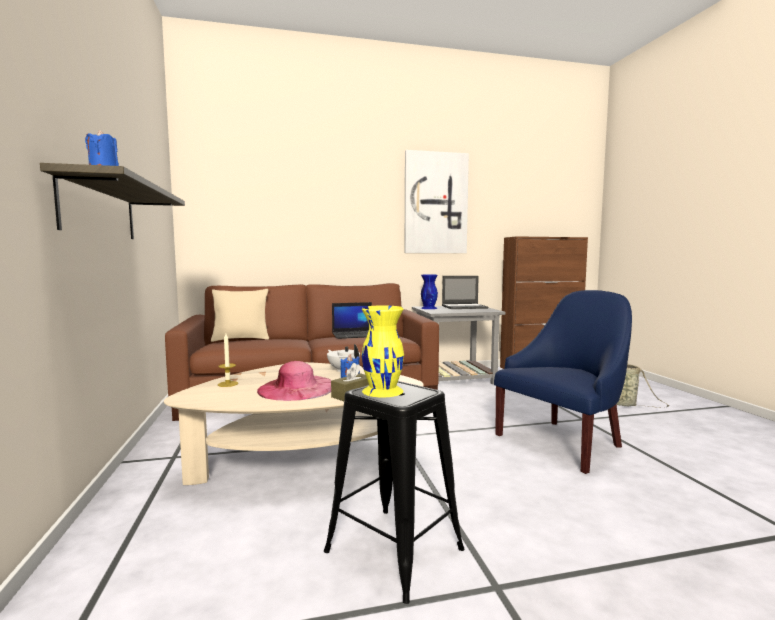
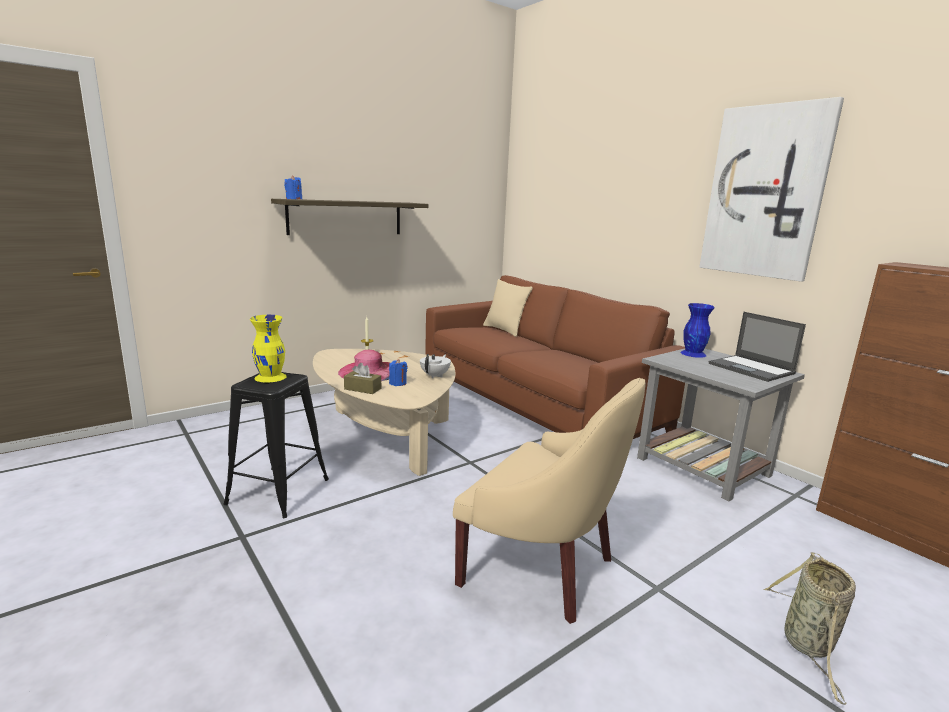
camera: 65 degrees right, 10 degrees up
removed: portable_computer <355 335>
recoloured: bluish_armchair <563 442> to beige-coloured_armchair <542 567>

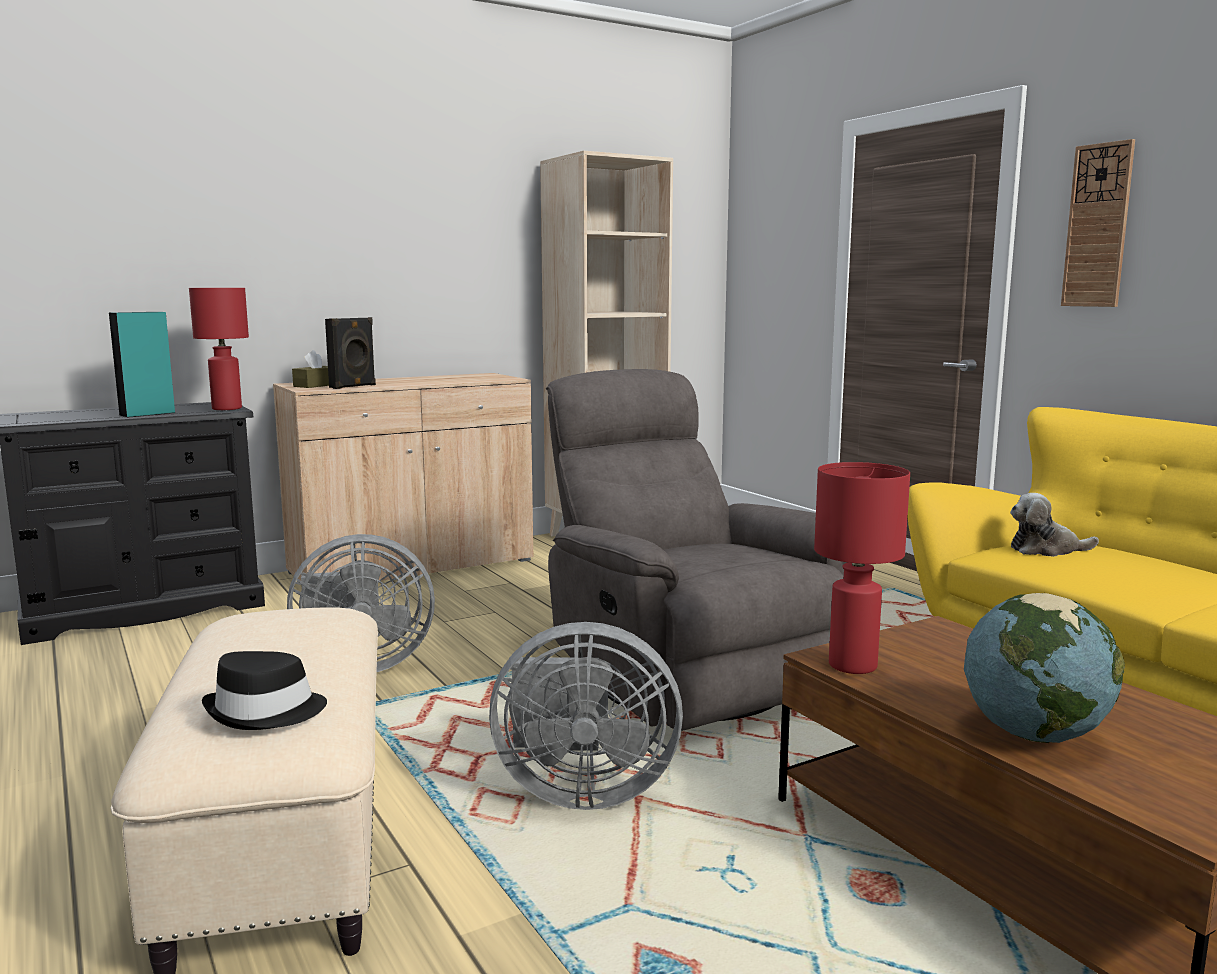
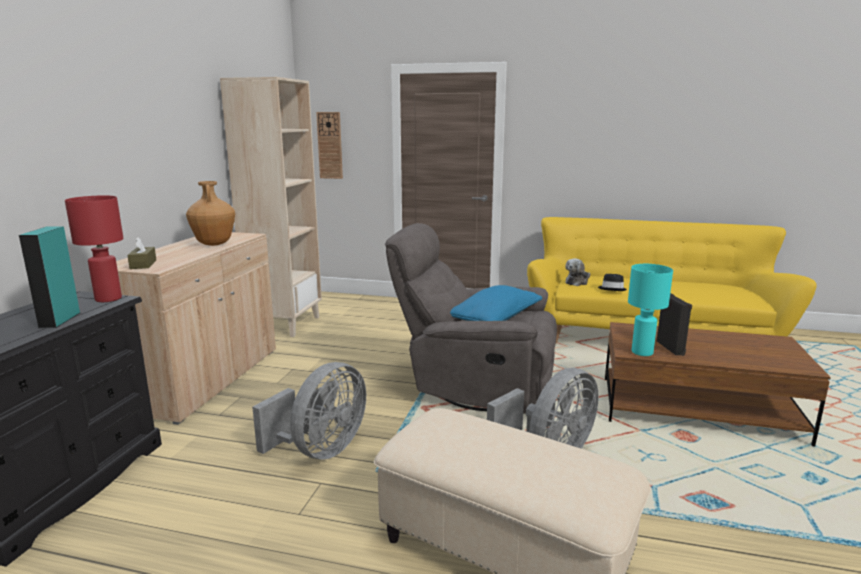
camera: 45 degrees left, 5 degrees up
removed: globe <1034 734>
added: brown_vase <214 244>; bluish_cushion <494 319>
moved: blackish_hat <265 712> to <612 289>; blackish_loudspeaker <353 386> to <671 348>; clock_on_the_wall <1098 226> to <330 145>
recoloured: red-coloured_lamp_for_a_table <851 666> to turquoise_lamp_for_a_table <642 352>

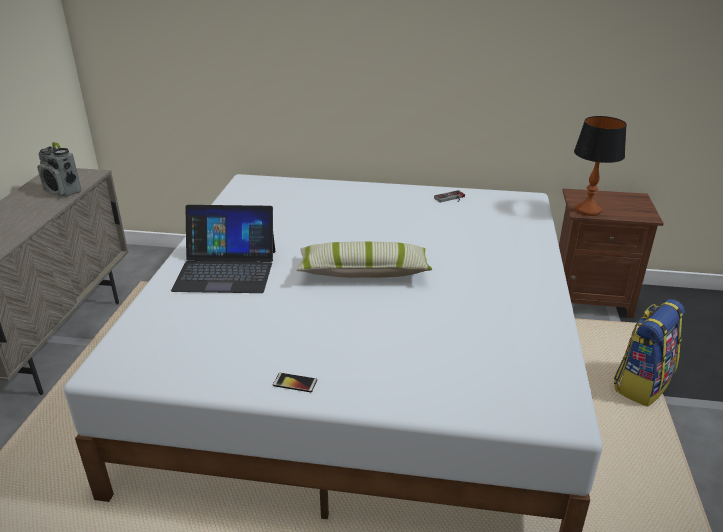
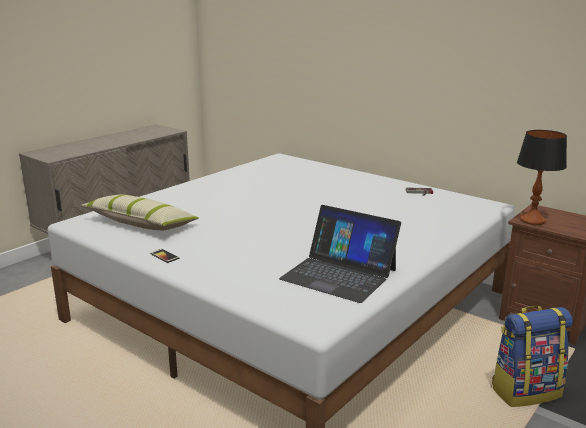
camera: 30 degrees right, 10 degrees down
removed: radio <63 191>
moved: portable_computer <226 270> to <339 274>; cushion <363 272> to <141 224>

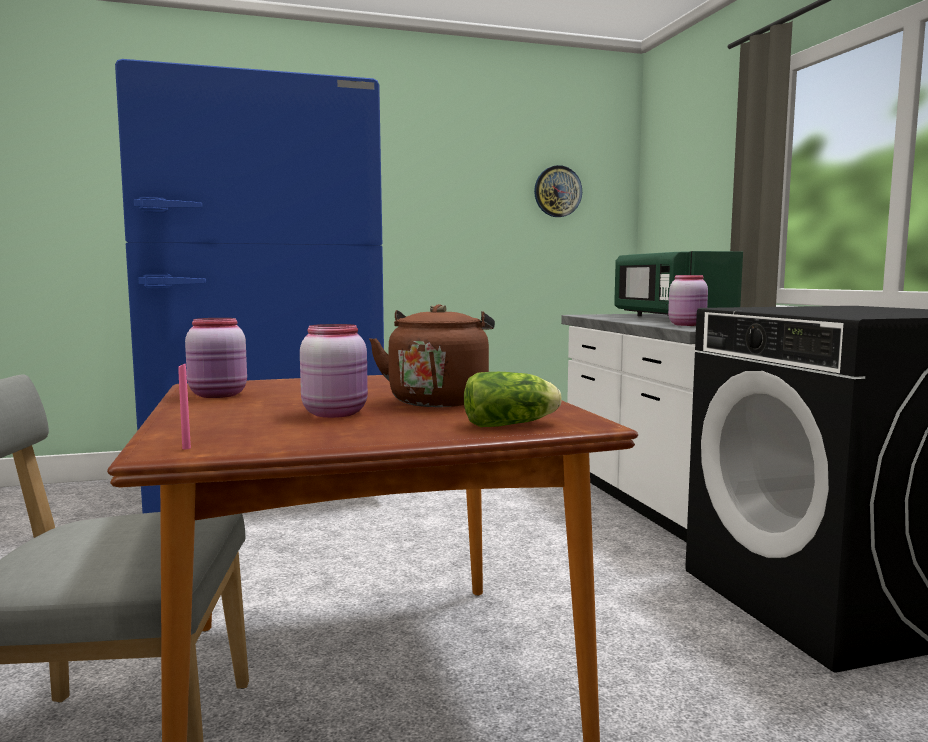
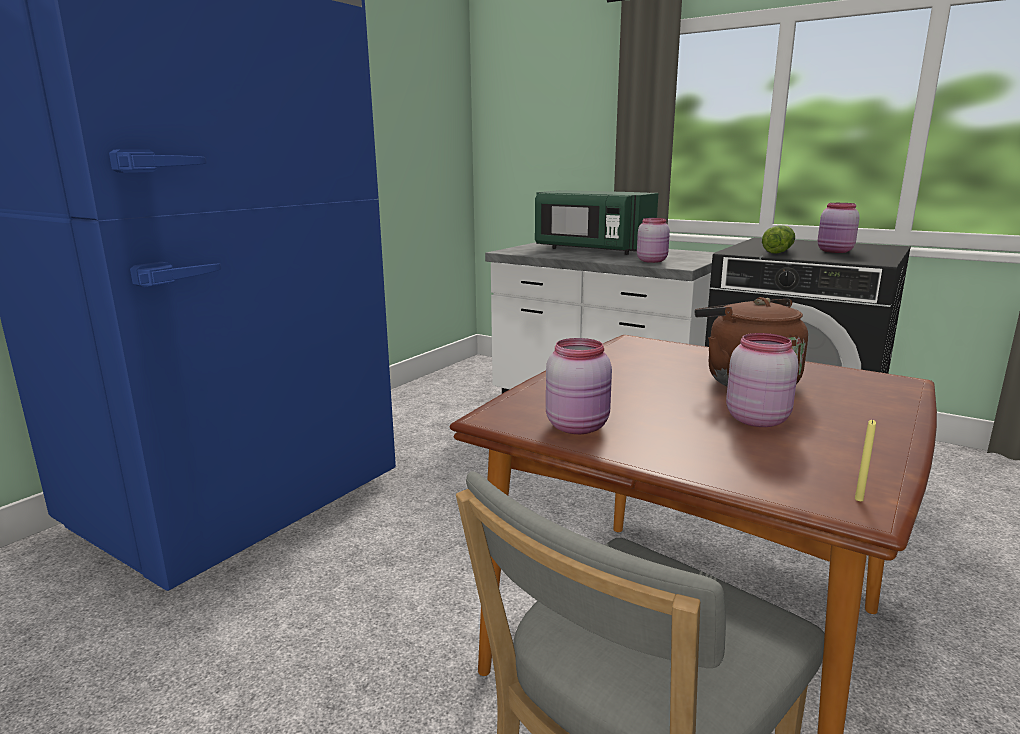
camera: 40 degrees left, 10 degrees up
removed: clock_on_the_wall <557 191>
added: pink_preserve_jar <835 251>
moved: lettuce_head <513 424> to <779 251>
recoloured: pink_candle <186 448> to yellow-coloured_candle <859 499>

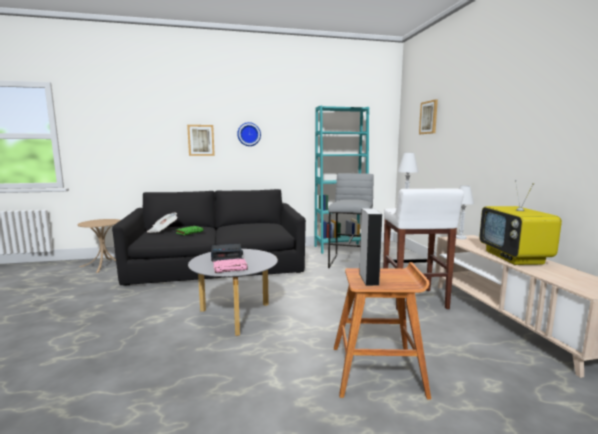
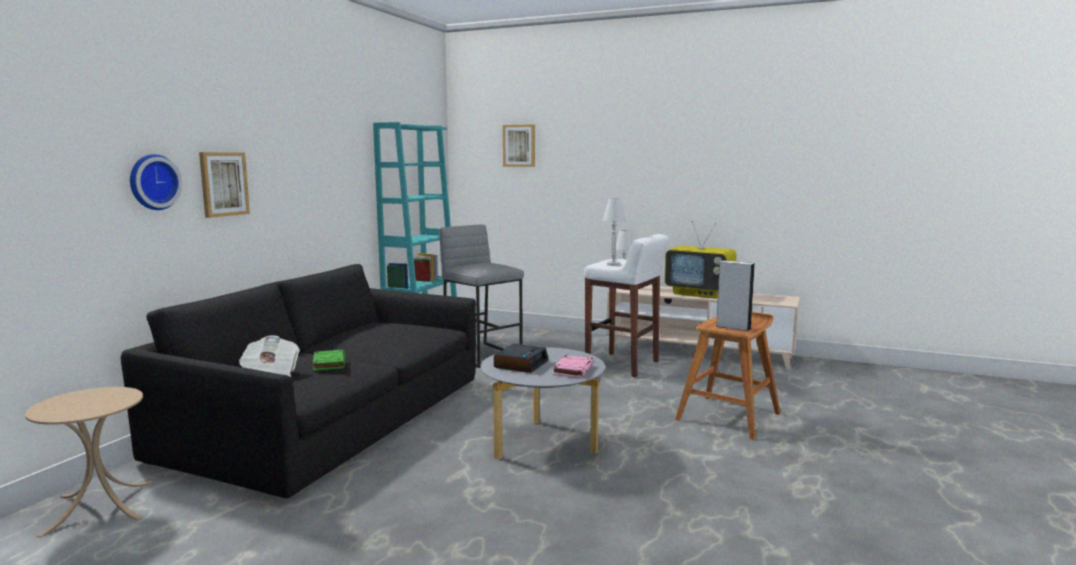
camera: 55 degrees left, 0 degrees up
moved: clock_on_the_wall <249 134> to <152 182>

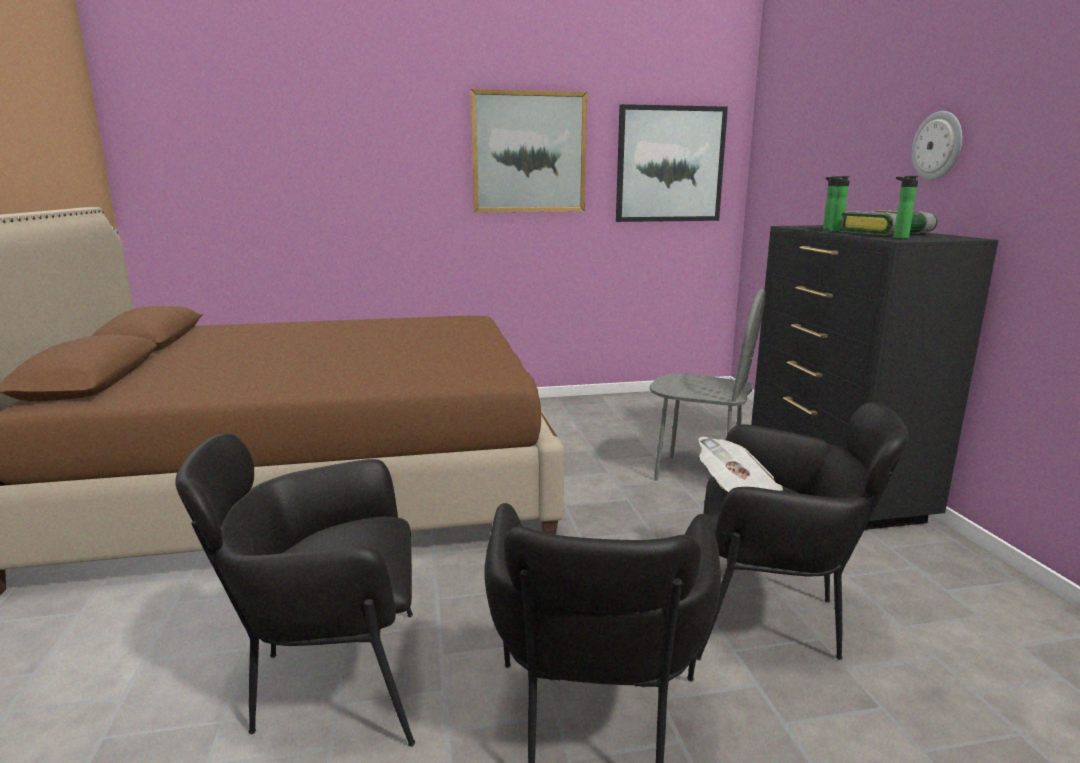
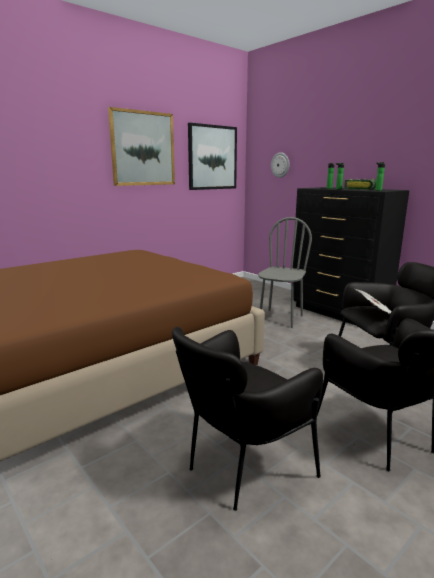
camera: 30 degrees left, 0 degrees up
moved: clock_on_the_wall <938 146> to <280 165>
turned: greyish_upright_chair <697 474> = <280 319> 60 degrees counterclockwise

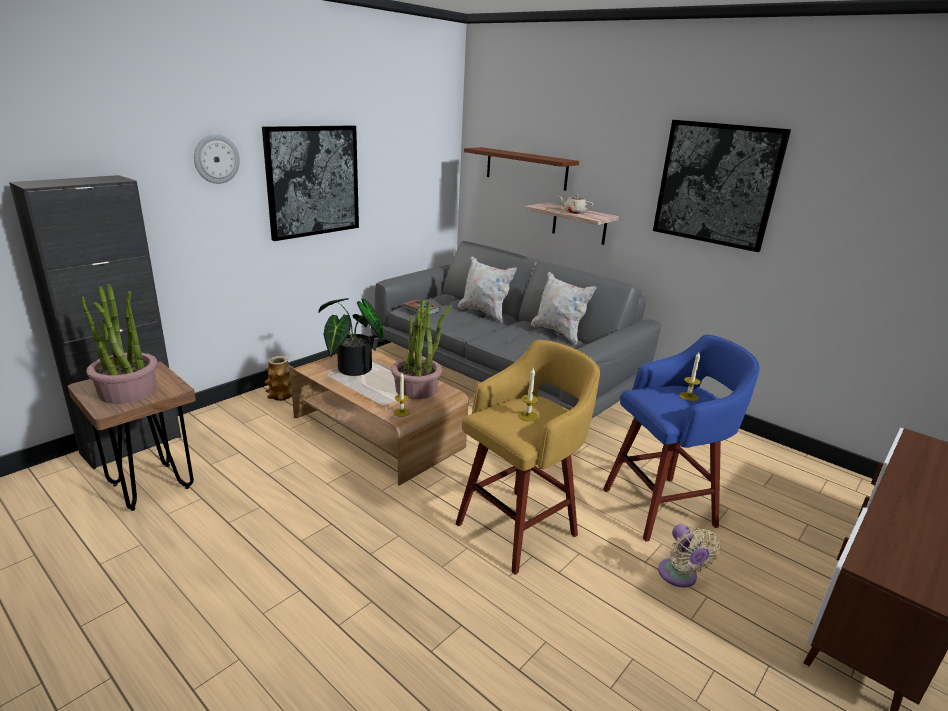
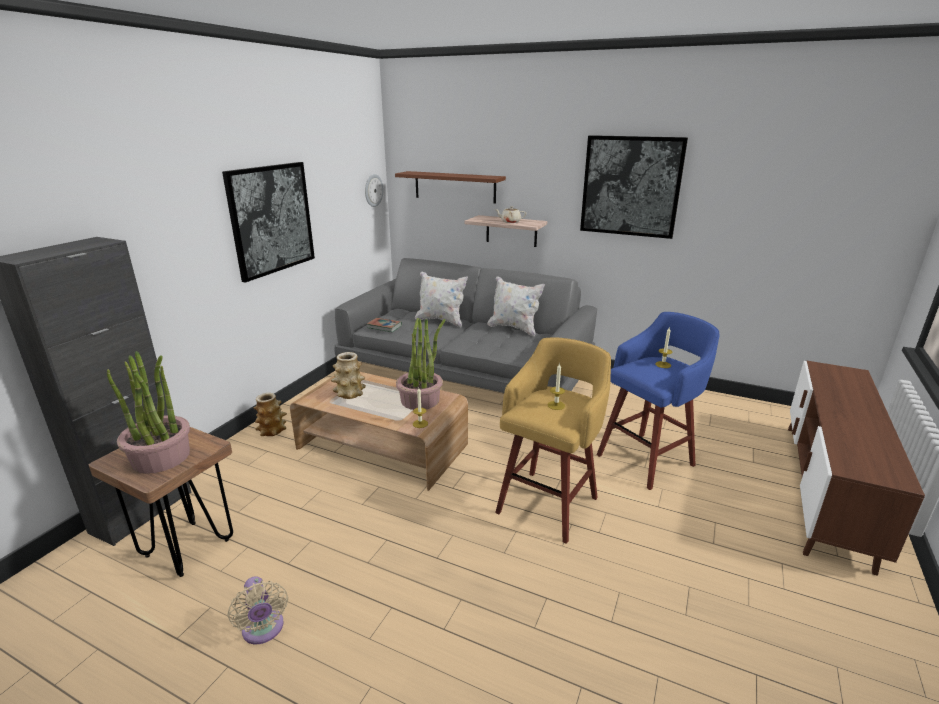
camera: 15 degrees left, 0 degrees up
moved: clock_on_the_wall <216 159> to <373 190>; beige-coloured_fan <679 576> to <263 630>
replaced: potted_plant <351 370> to vase <349 394>

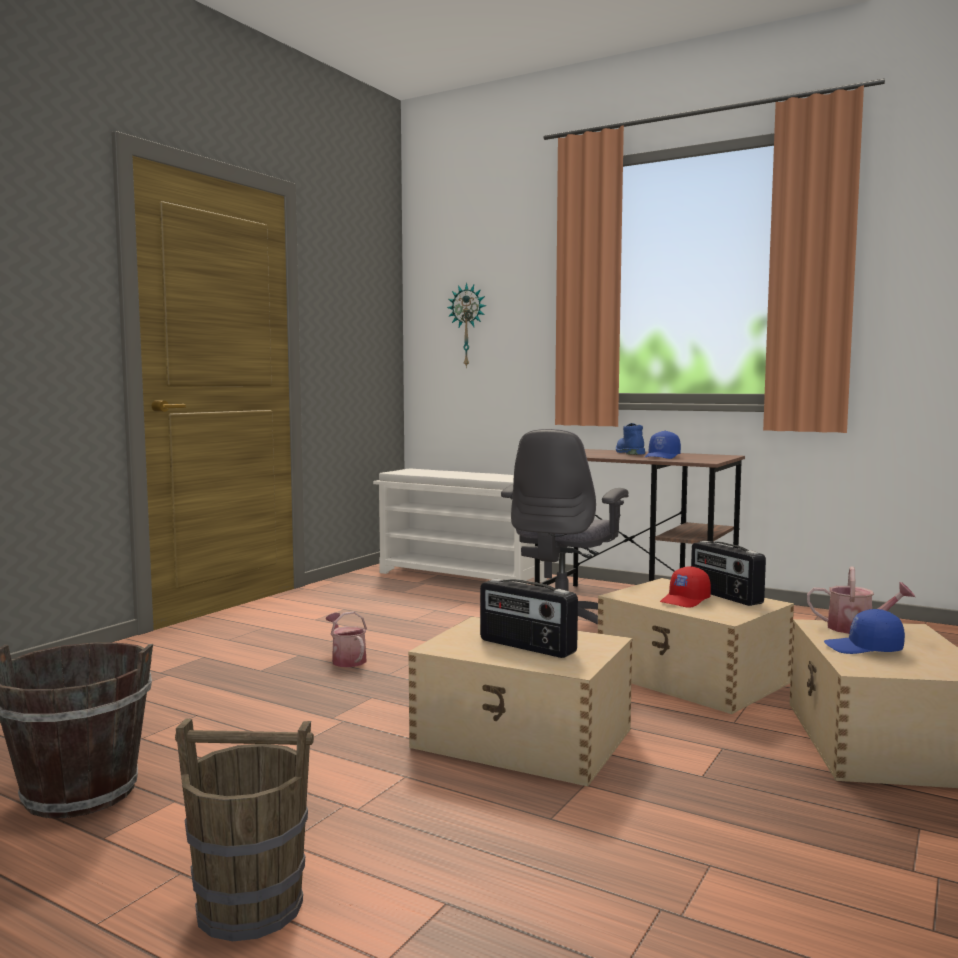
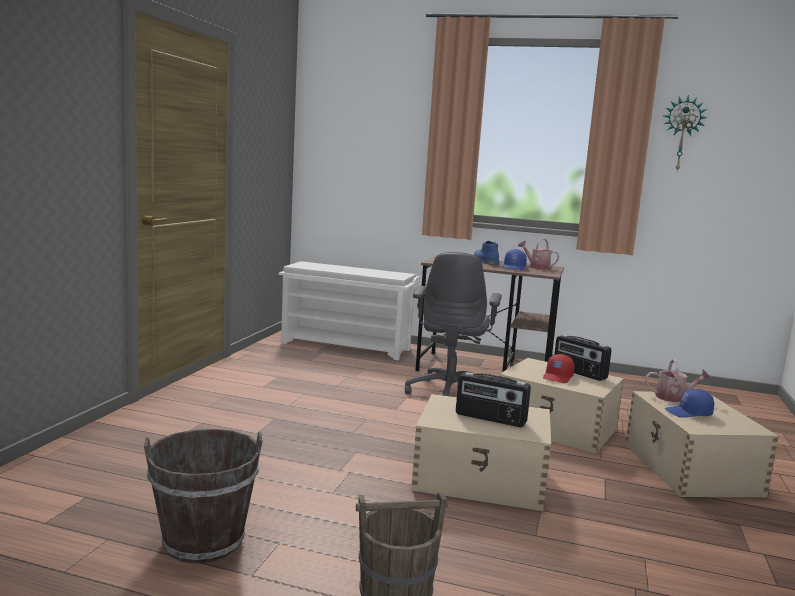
camera: 15 degrees left, 5 degrees up
moved: watering_can <346 659> to <537 267>; clock_on_the_wall <468 325> to <682 134>

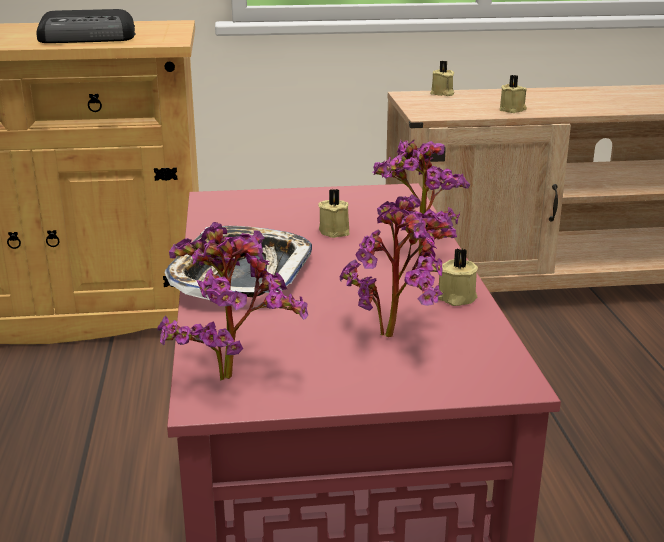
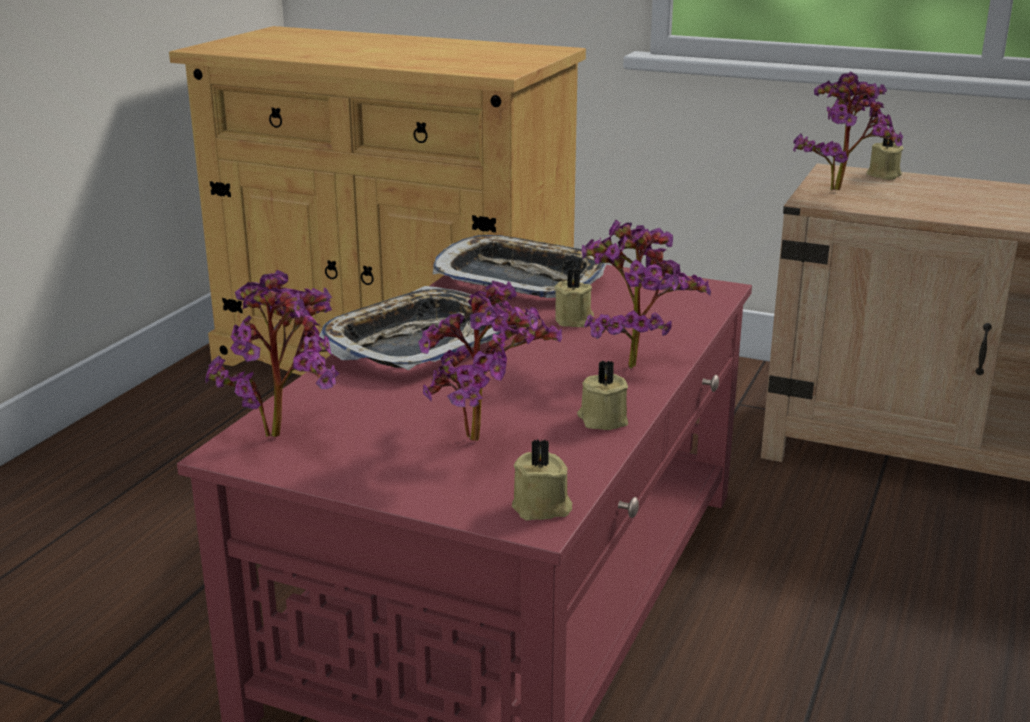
camera: 30 degrees right, 0 degrees up
removed: radio <89 38>
added: carrying_tray <519 279>; potted_plant <841 189>
moved: beige-coloured_candle <512 110> to <542 508>

